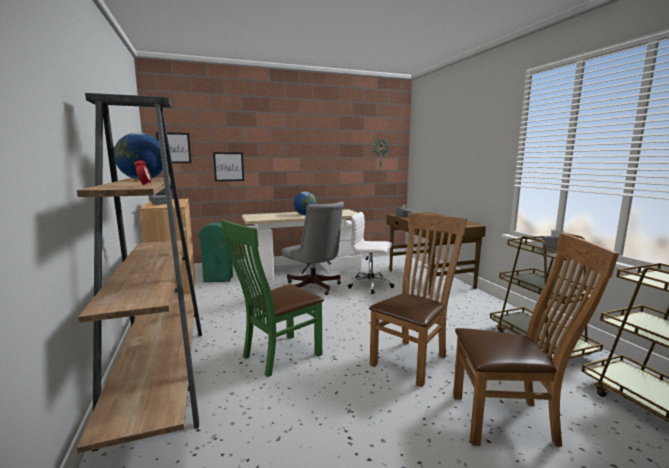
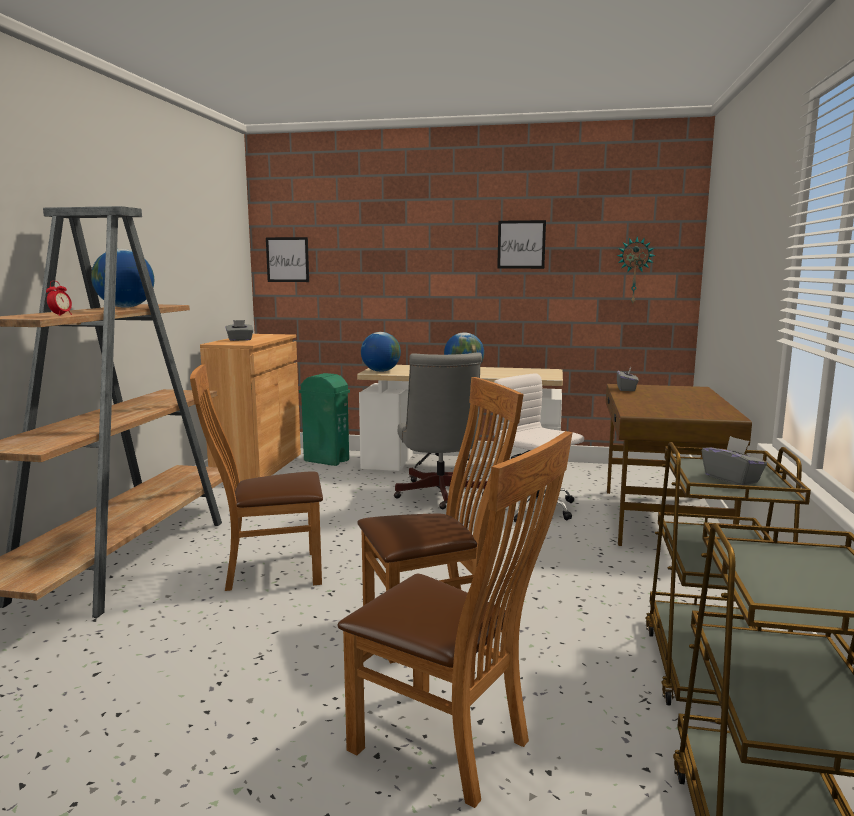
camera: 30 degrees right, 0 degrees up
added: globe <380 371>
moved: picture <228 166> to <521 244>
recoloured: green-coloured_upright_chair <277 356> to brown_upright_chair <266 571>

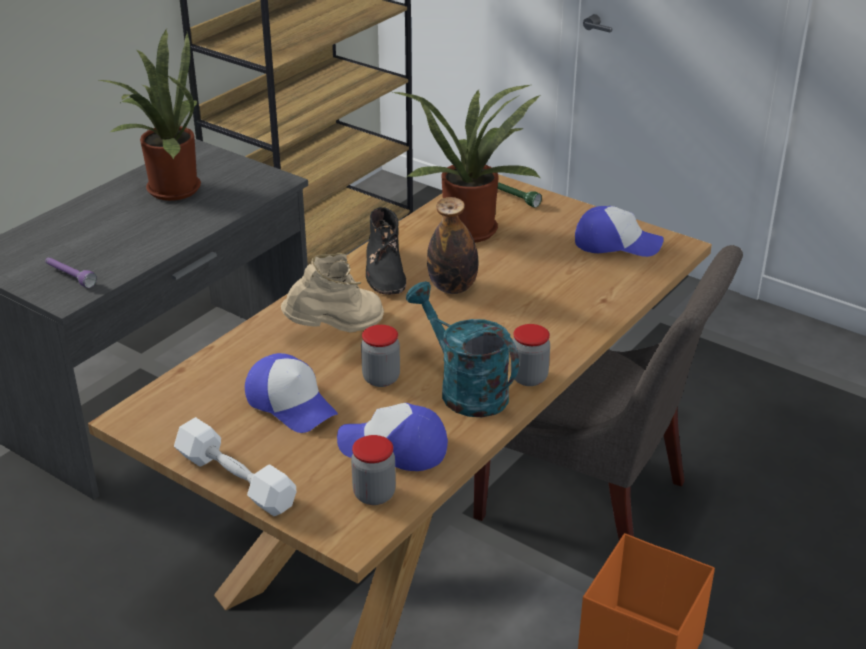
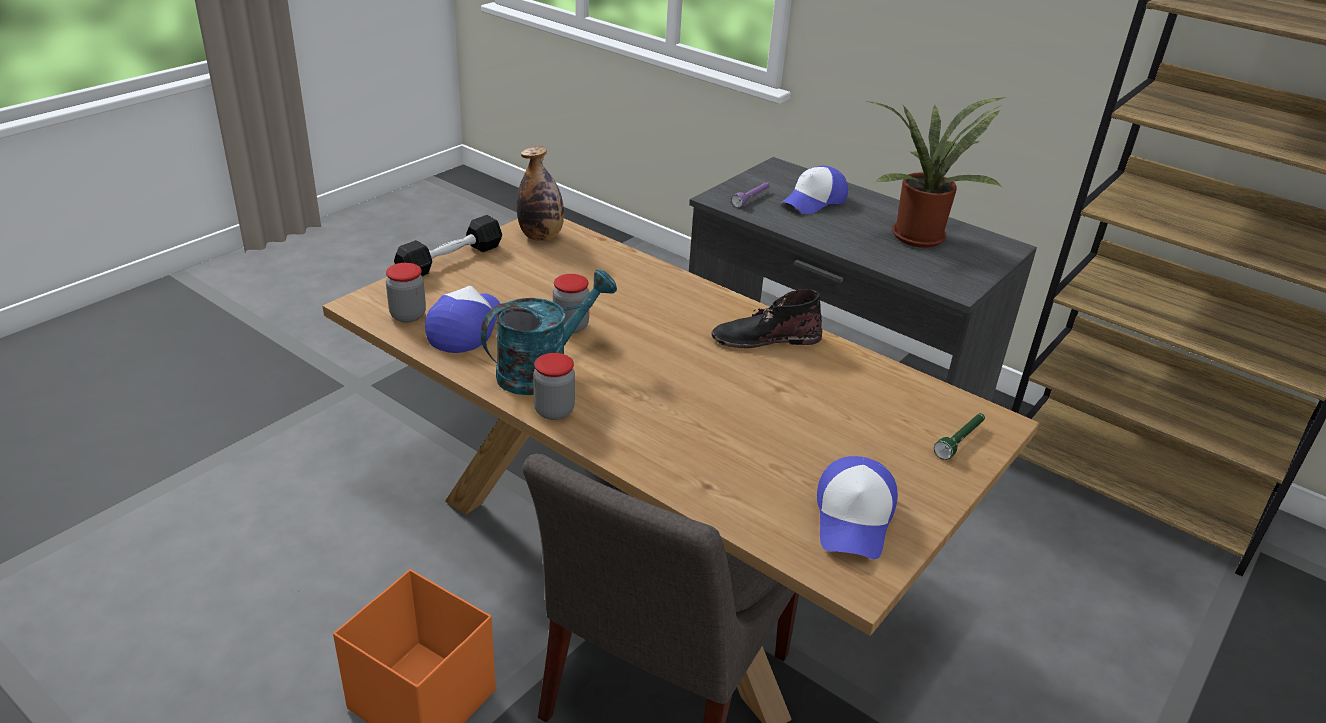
camera: 90 degrees right, 0 degrees up
removed: beige-coloured_tall_boot <336 330>; potted_plant <471 228>
moved: cap <291 403> to <814 201>; drink_bottle <452 287> to <541 236>
recoloured: white-coloured_free_weight <235 480> to blackish_free_weight <450 260>

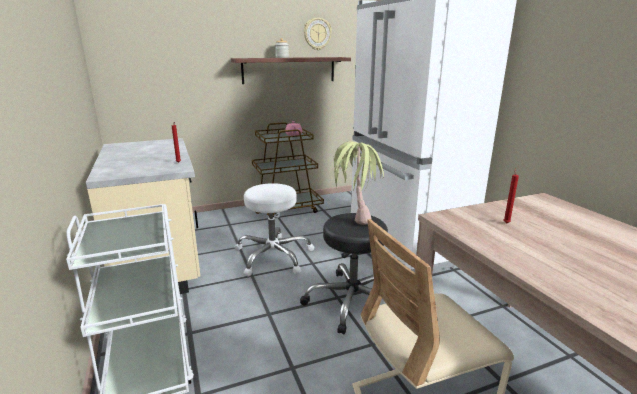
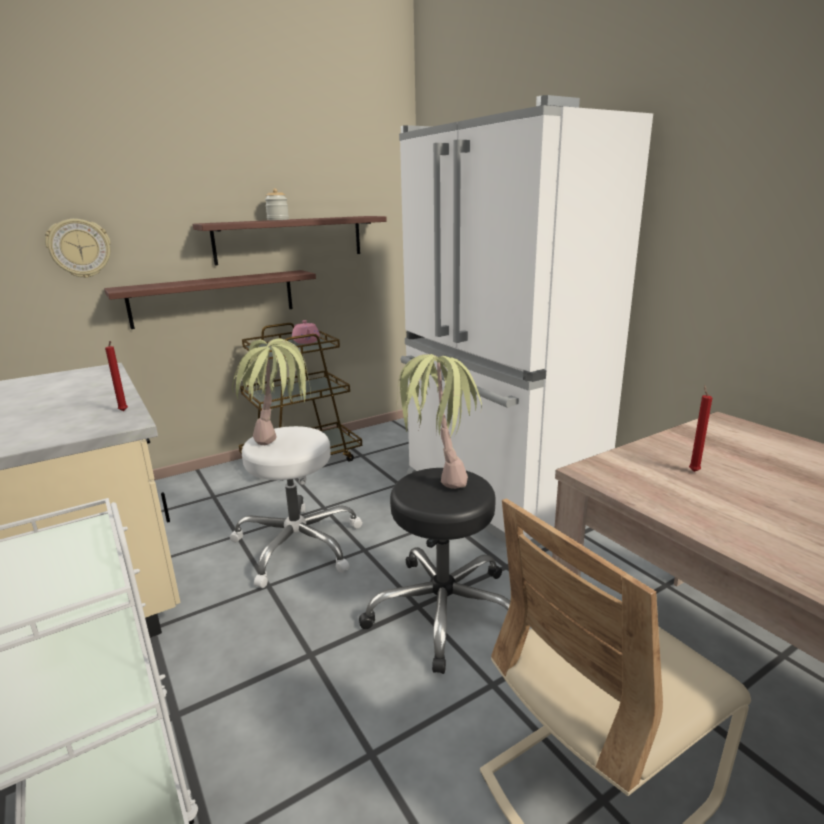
camera: 10 degrees left, 0 degrees up
added: bracket_shelf <214 298>; potted_plant <281 449>
moved: clock_on_the_wall <317 34> to <79 248>

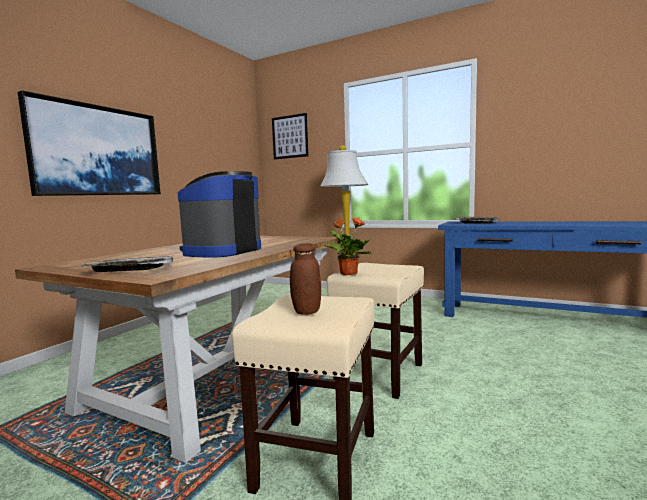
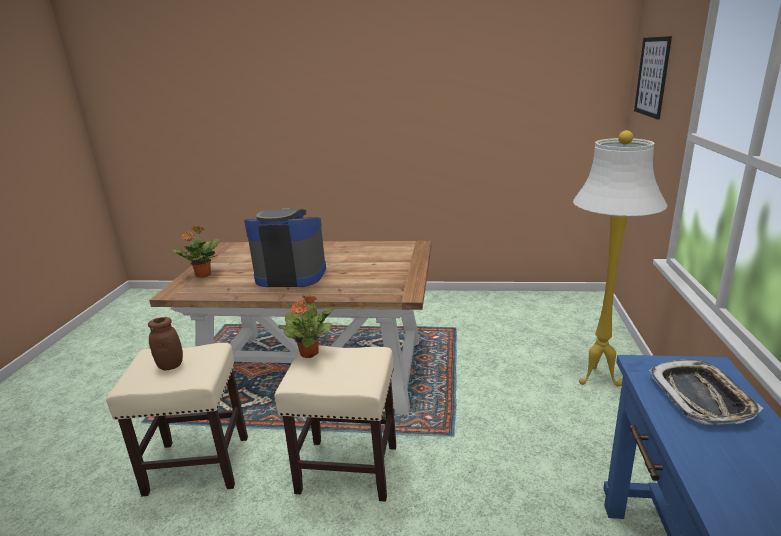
camera: 70 degrees right, 15 degrees up
removed: picture <97 151>
replaced: carrying_tray <129 270> to potted_plant <203 275>

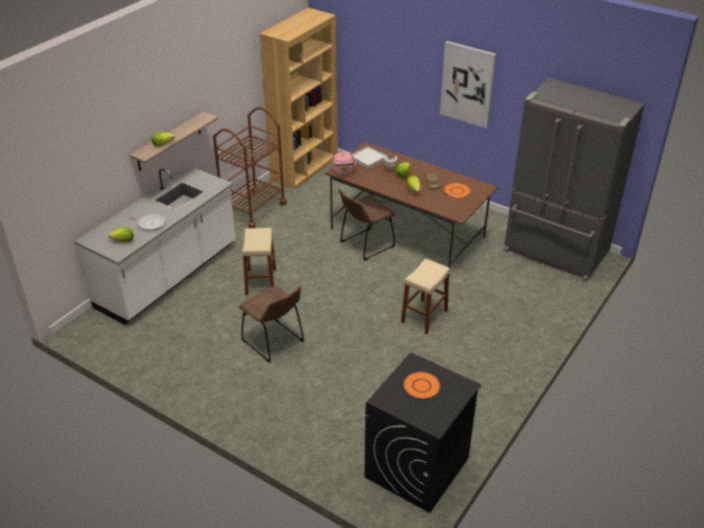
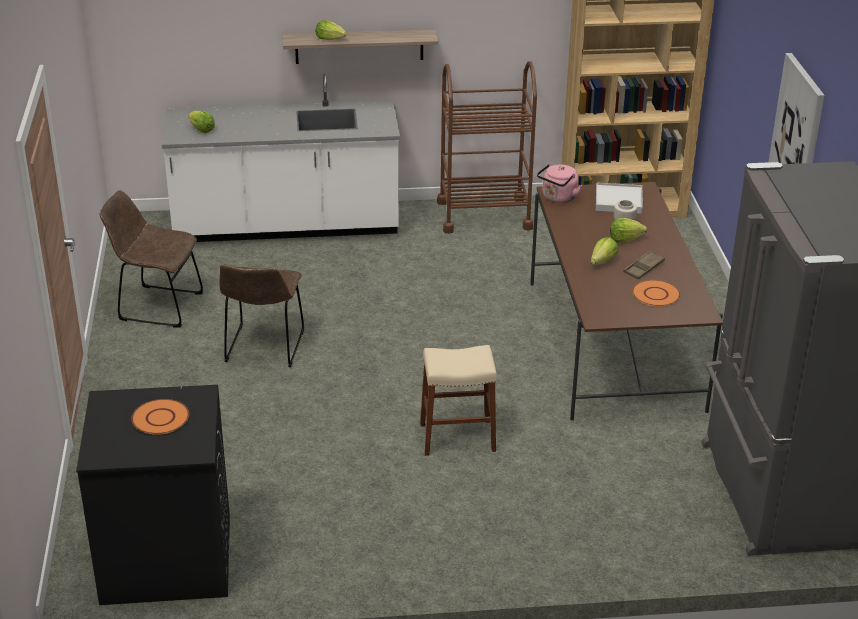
camera: 50 degrees right, 5 degrees down
removed: skillet <150 223>; beige-coloured_stool <261 281>
moved: brown_upright_chair <365 245> to <156 306>

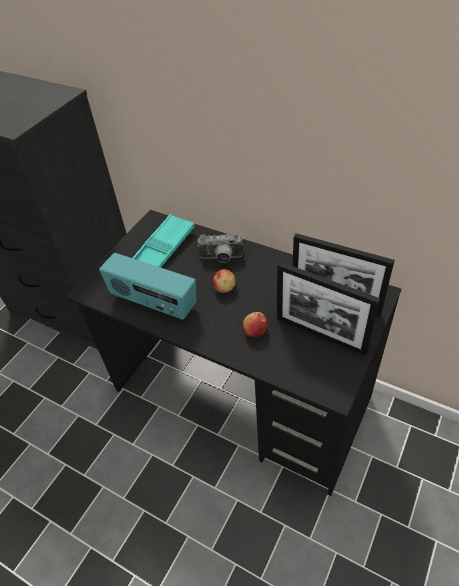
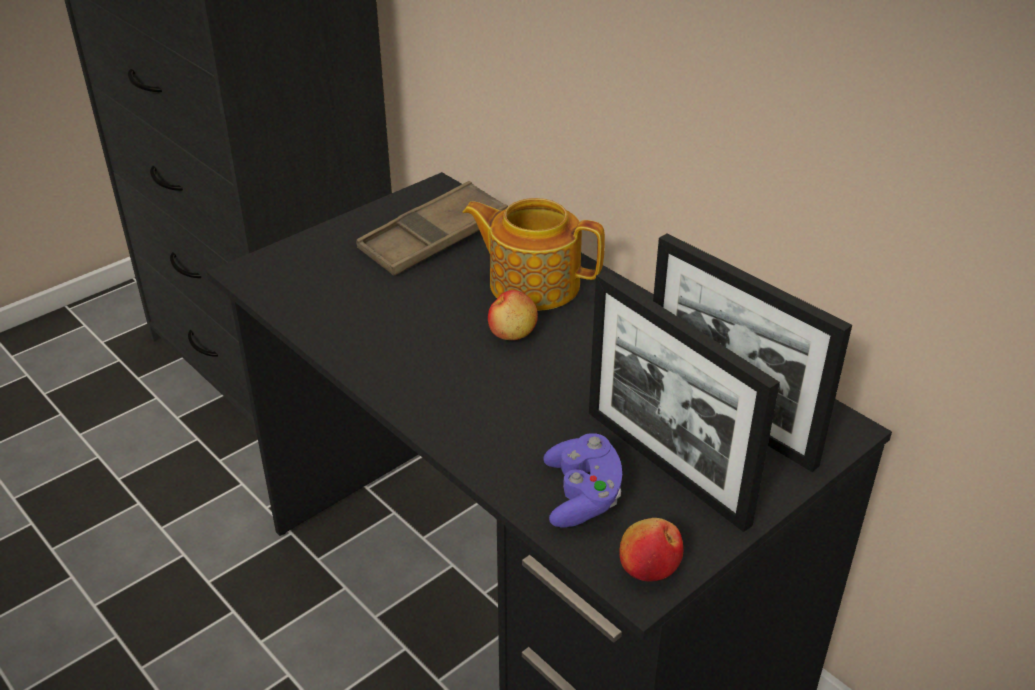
camera: 15 degrees right, 10 degrees down
removed: radio <153 303>
added: purple-coloured_gamepad <582 496>
moved: whole_apple <255 330> to <648 566>
replaced: photo_camera <221 259> to teapot <533 283>
recoloured: turquoise_carrying_tray <164 247> to brown_carrying_tray <434 238>

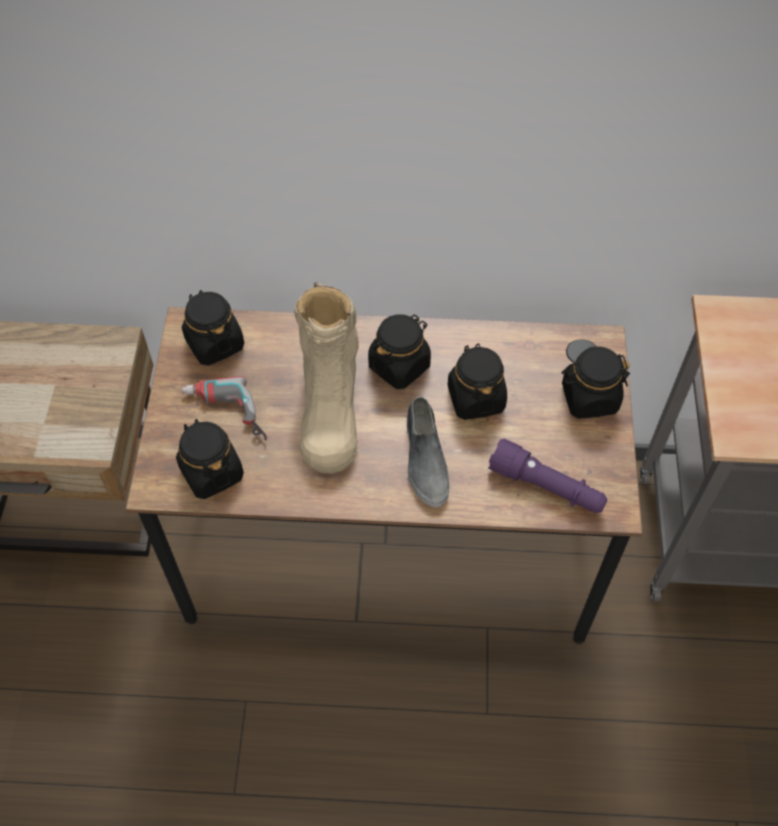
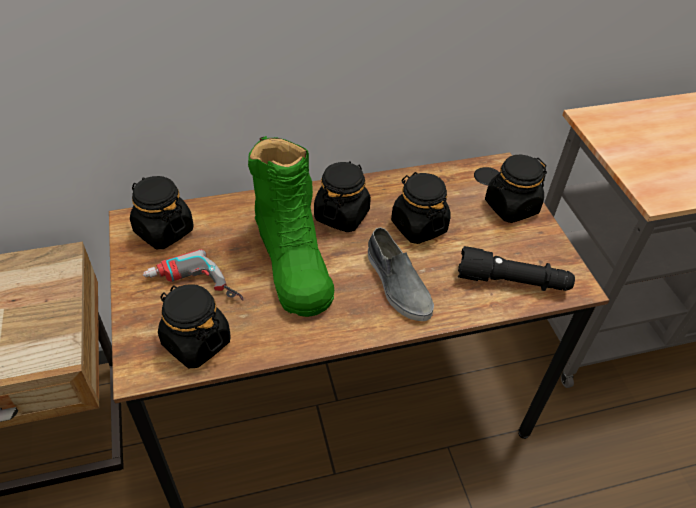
camera: 20 degrees left, 10 degrees down
recoloured: beige-coloured_tall_boot <329 408> to green-coloured_tall_boot <292 261>; purple-coloured_flashlight <546 487> to blackish_flashlight <512 282>

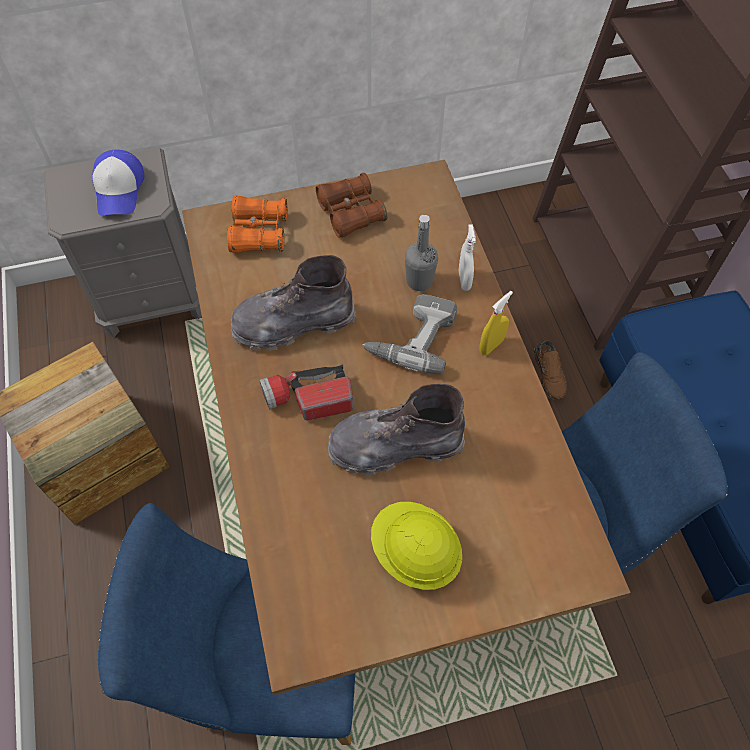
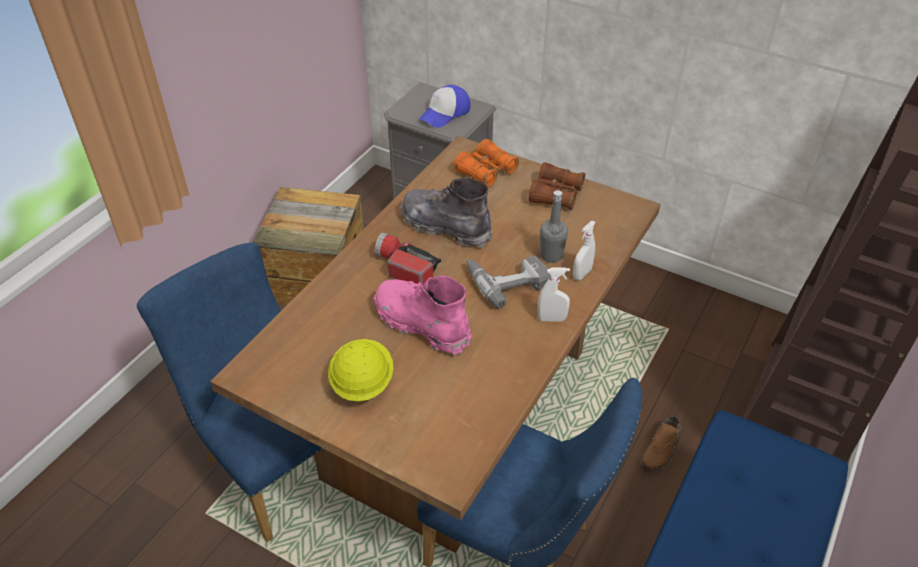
camera: 45 degrees right, 15 degrees down
recoloured: greyish_tall_boot <395 446> to pink_tall_boot <422 324>; yellow-coloured_hand_sprayer <491 345> to white-coloured_hand_sprayer <552 319>

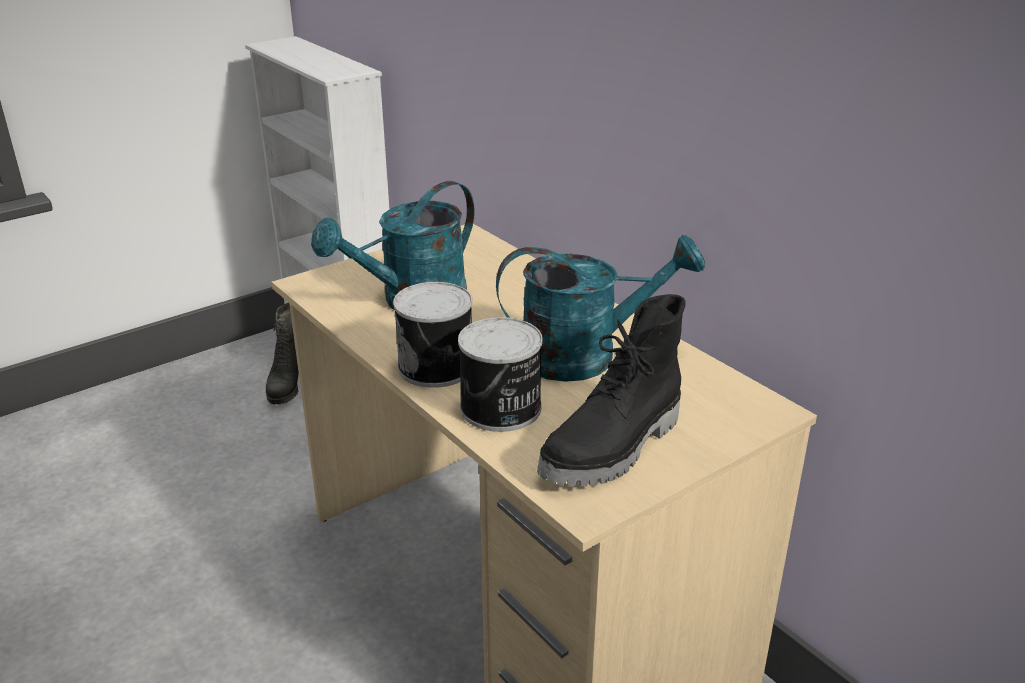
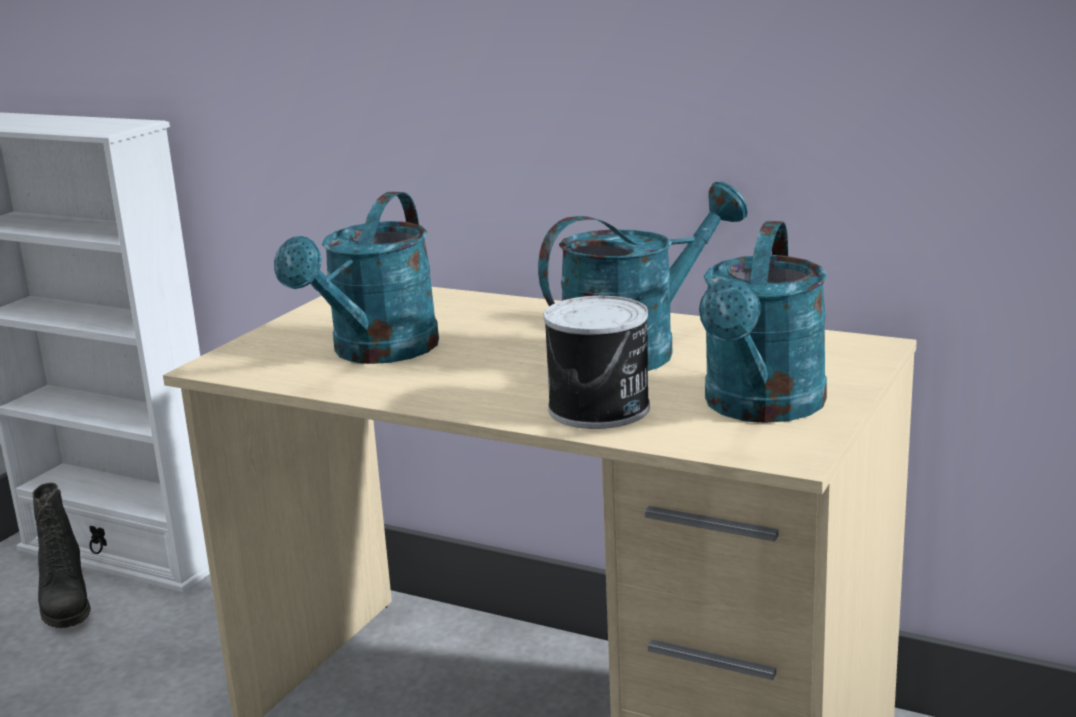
camera: 25 degrees left, 10 degrees down
removed: sealed_can <438 366>
replaced: blackish_tall_boot <614 449> to turquoise_watering_can <761 408>

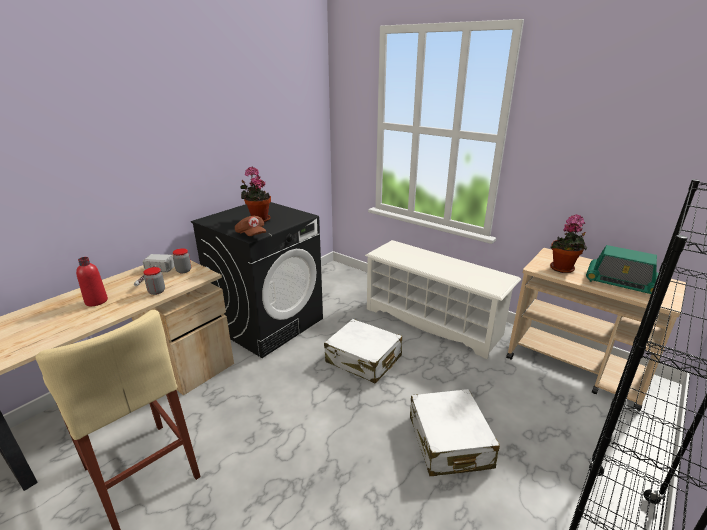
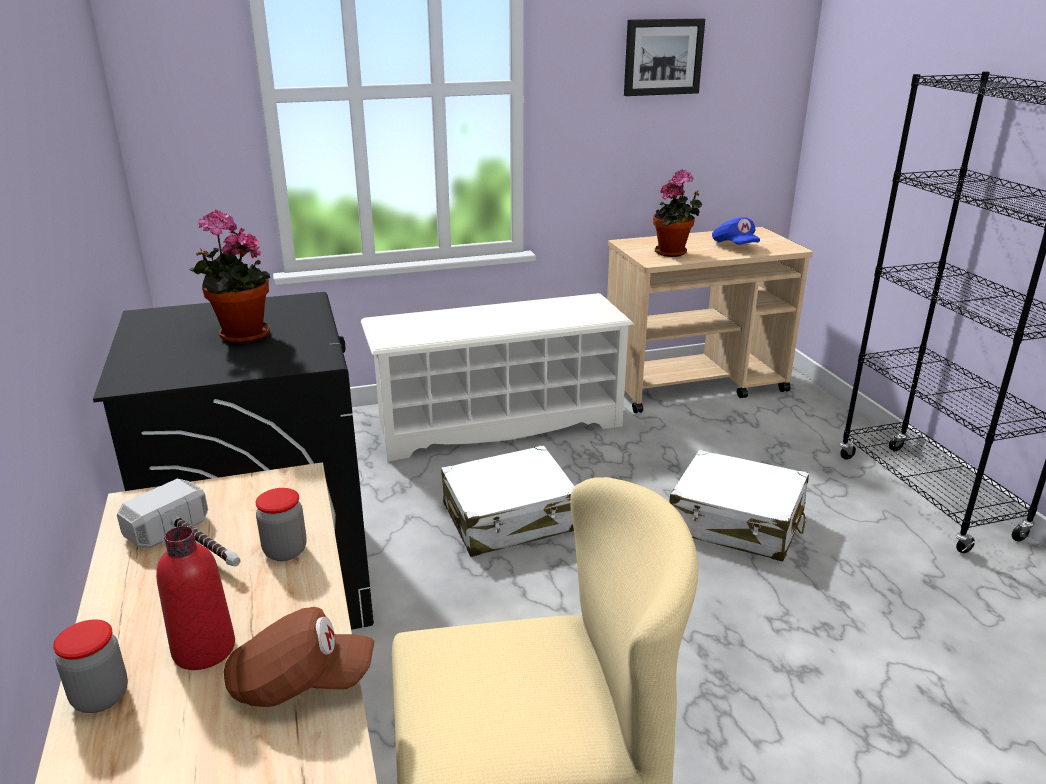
camera: 55 degrees left, 0 degrees up
added: picture <662 57>
moved: preserve_jar <184 270> to <100 697>; brown_cap <251 235> to <300 682>
replaced: radio <621 283> to bluish_cap <734 245>

